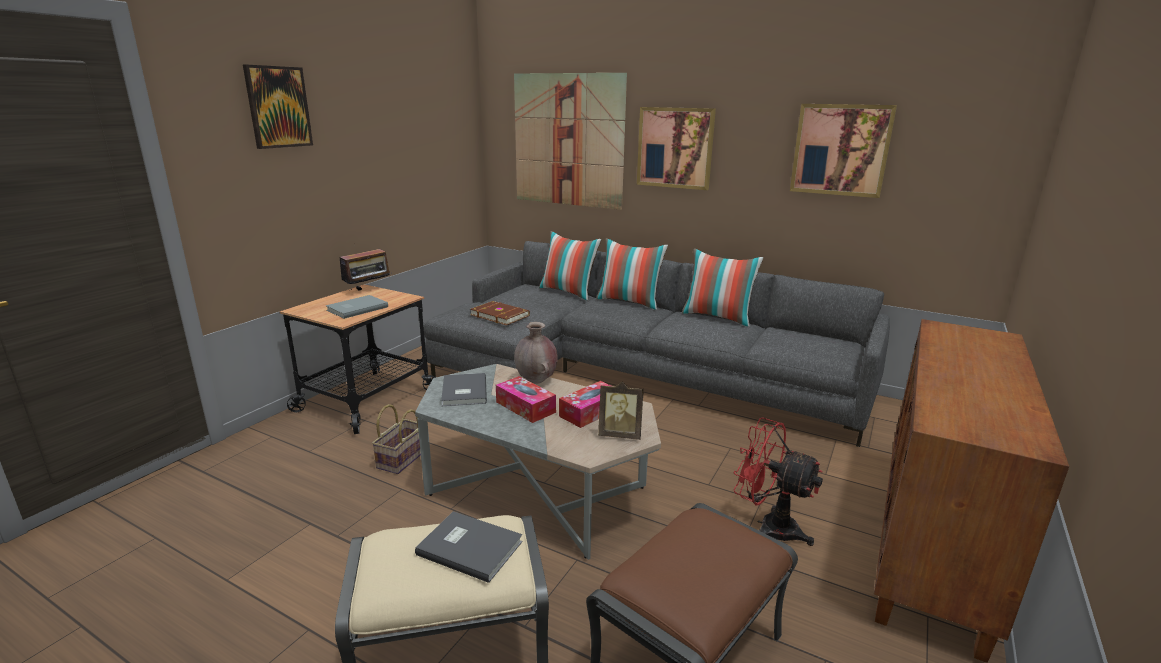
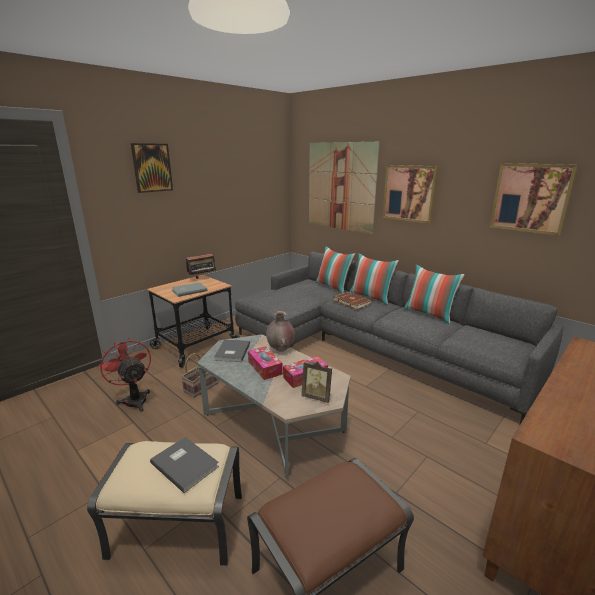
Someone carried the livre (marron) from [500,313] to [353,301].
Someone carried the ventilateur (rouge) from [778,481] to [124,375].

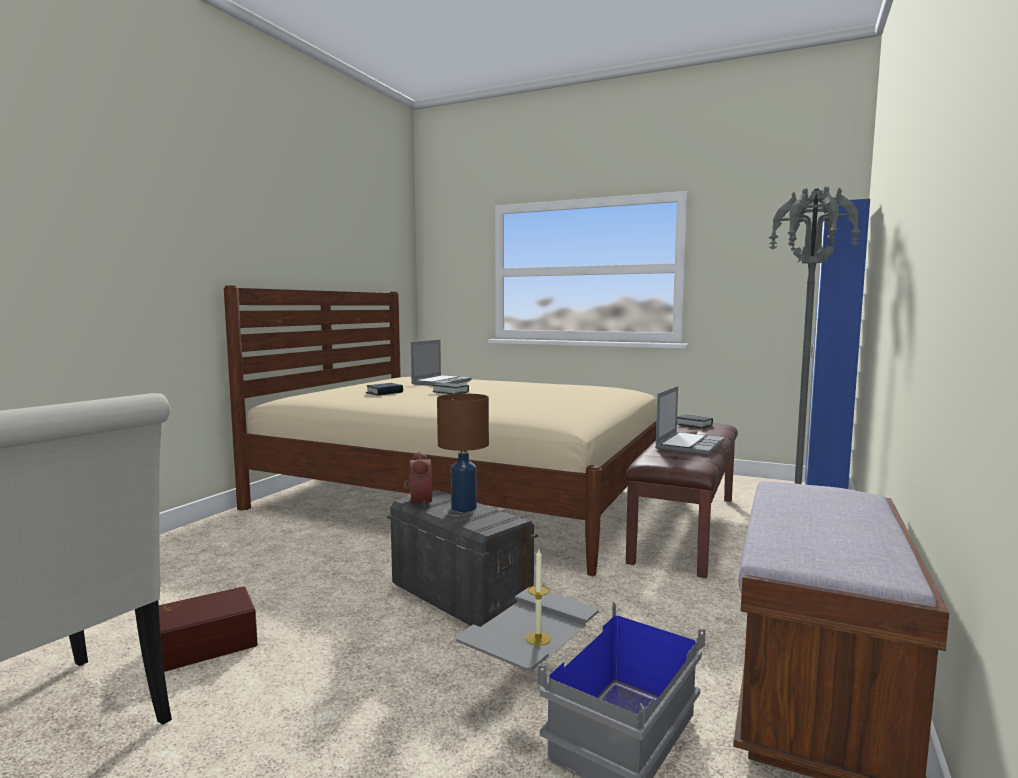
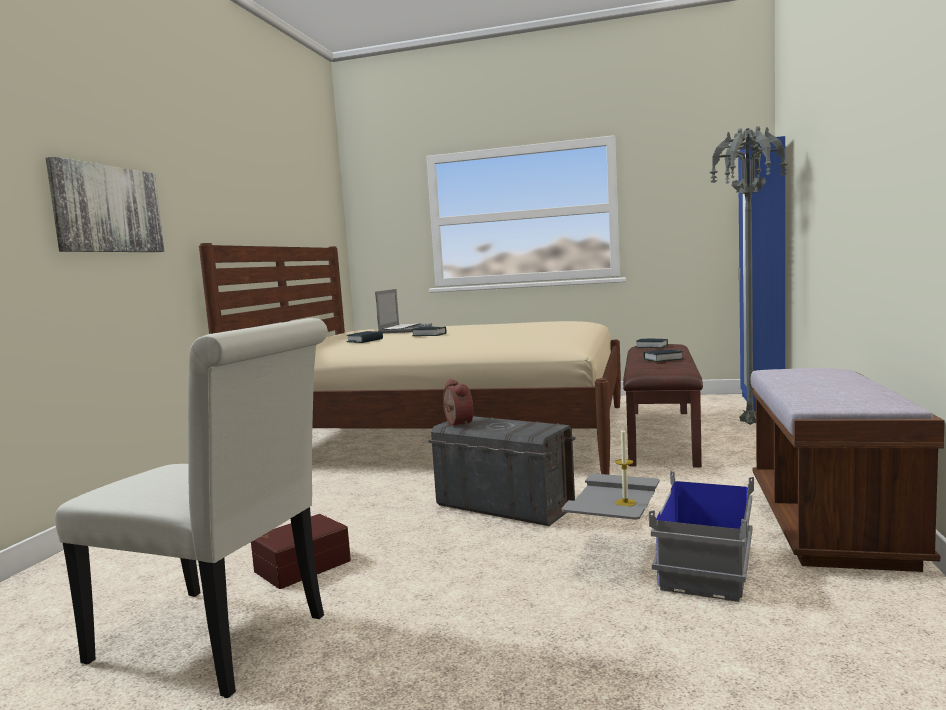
Someone swapped the ordinateur portable at [689,420] for the livre at [663,355].
Someone took away the lampe de table (marron) at [463,452].
Someone put up the tableau at [105,204].

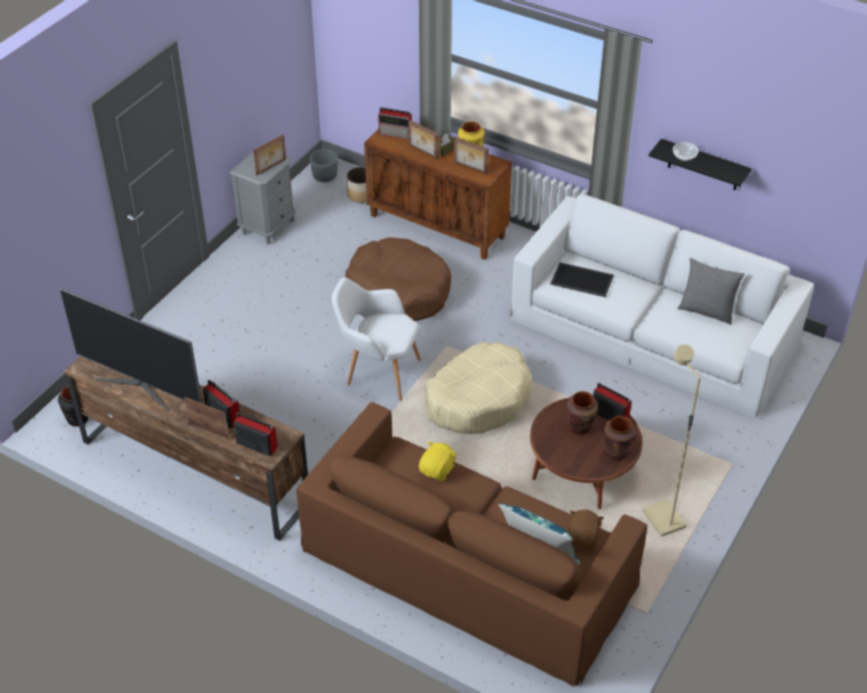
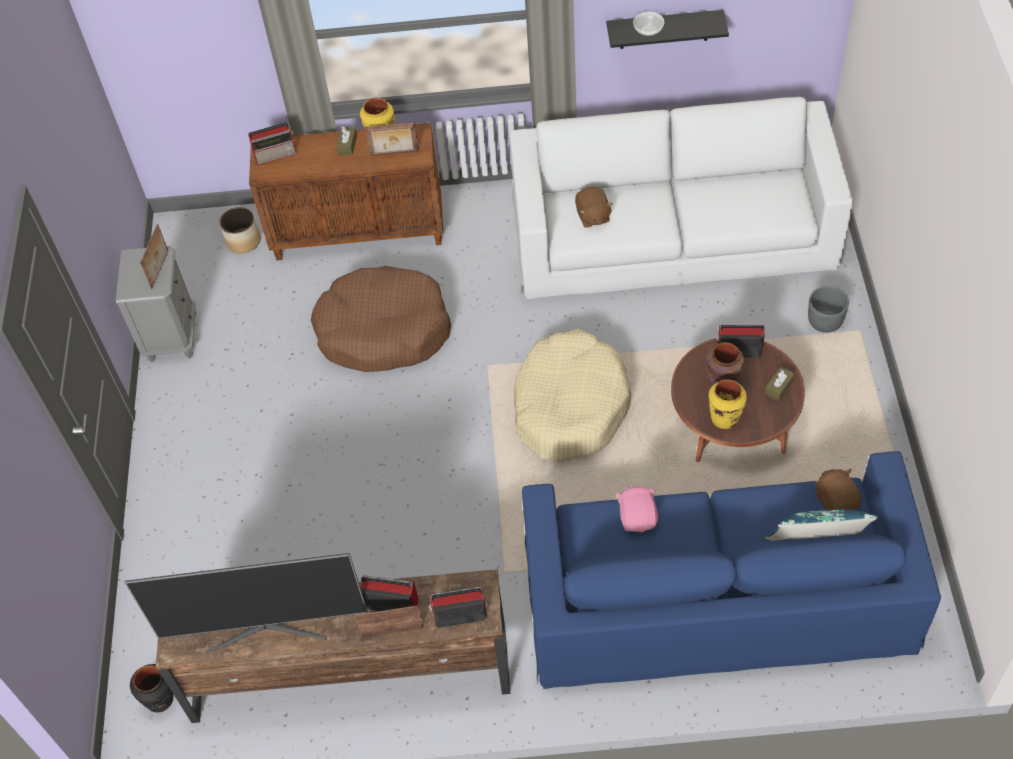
Someone took away the cadre photo at [423,139].
Someone carried the cache-pot (gris) from [324,165] to [828,309].
Someone took away the coussin (gris) at [711,291].
Someone swapped the plateau at [582,279] for the peluche (marron) at [594,207].
Someone took away the fauteuil (blanc) at [376,339].
Someone took away the lampadaire (beige) at [671,441].
Someone repainted the canapé (marron) at [472,544], which became the canapé (bleu) at [731,570].
Someone swapped the vase (marron) at [620,438] for the boîte à mouchoirs (marron) at [780,383].
Someone repainted the peluche (jaune) at [438,461], which became the peluche (rose) at [637,508].
Someone put down the vase (jaune) at [728,404].

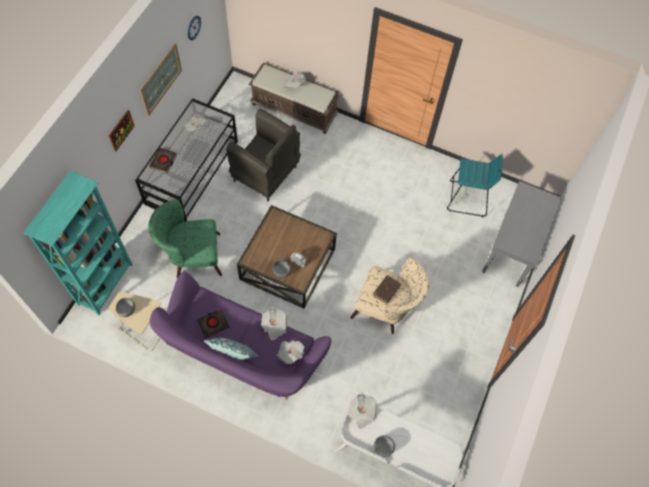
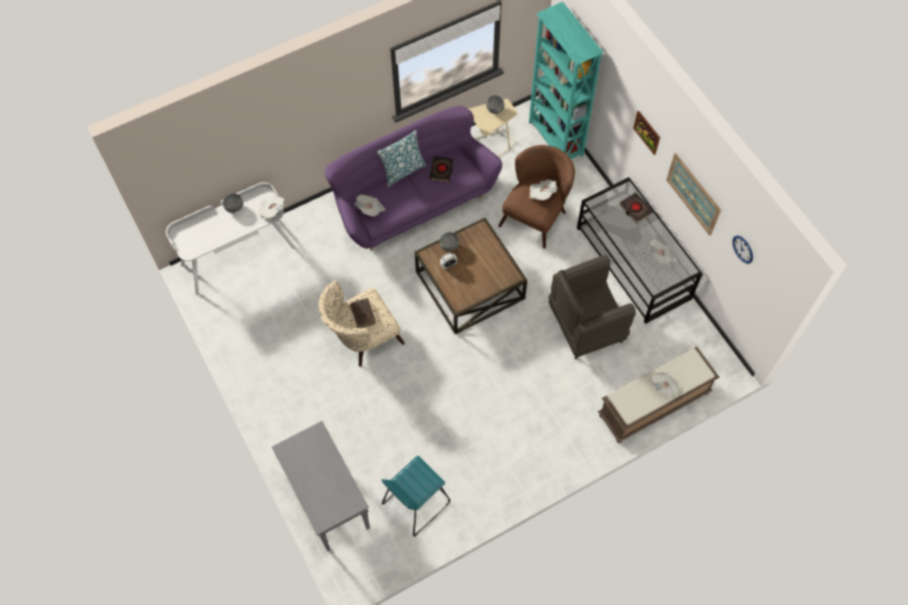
Someone repainted the fauteuil (vert) at [185,238], which became the fauteuil (marron) at [537,197].
Someone carried the journal from [274,323] to [543,189].

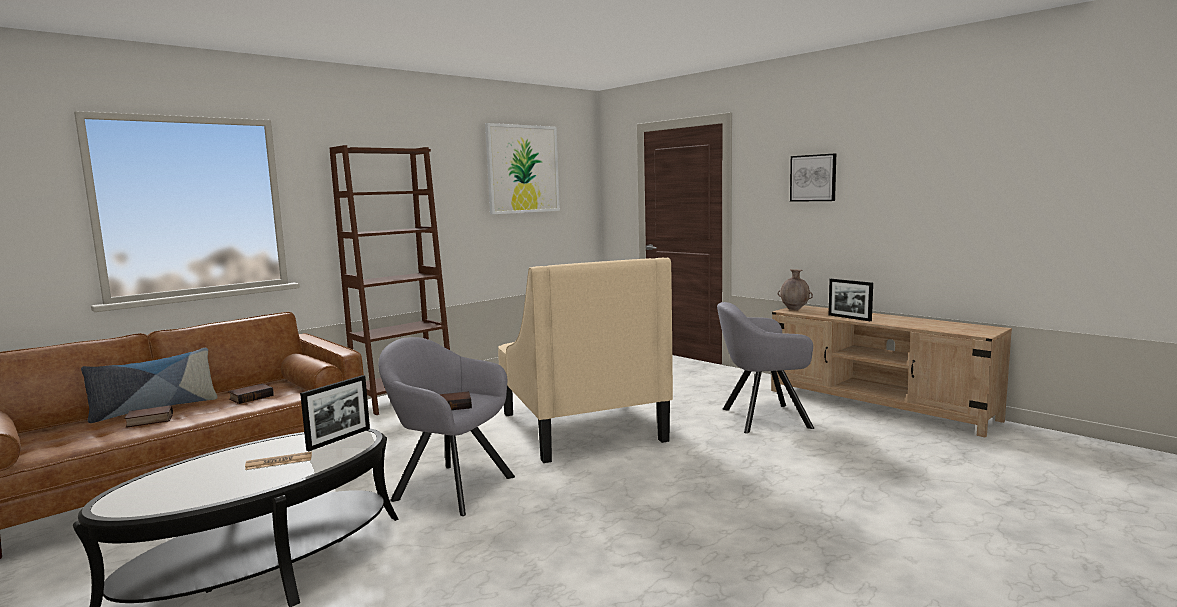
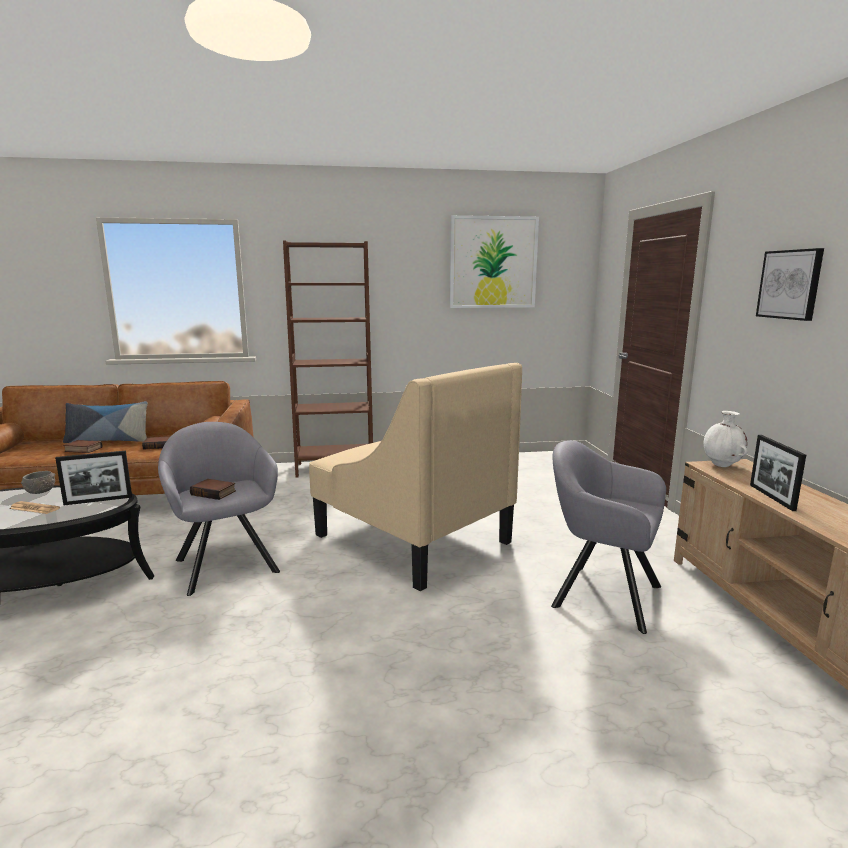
Someone rotated the fauteuil (beige) at [585,360] by 60 degrees counterclockwise.
Someone repainted the vase (marron) at [795,289], which became the vase (blanc) at [725,439].
Someone put down the bol (gris) at [38,482].

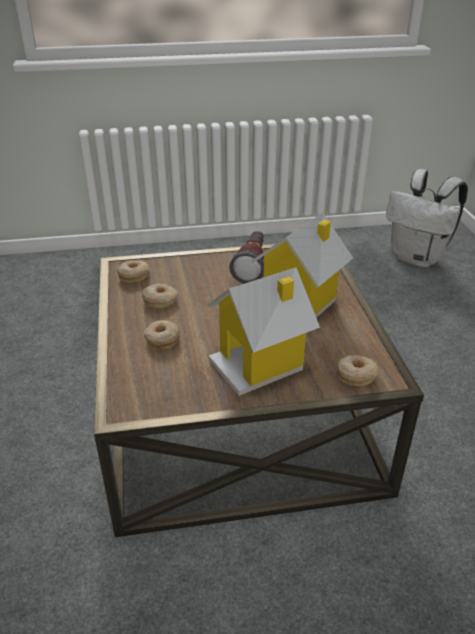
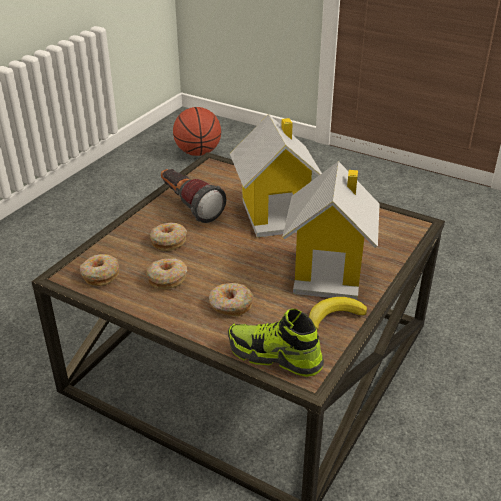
Someone swapped the sac à dos (blanc) at [427,218] for the ballon de basket at [197,131].
Someone carried the beignet from [357,370] to [168,237].
Someone put down the banane at [338,313].
Someone put down the chaussure at [276,343].

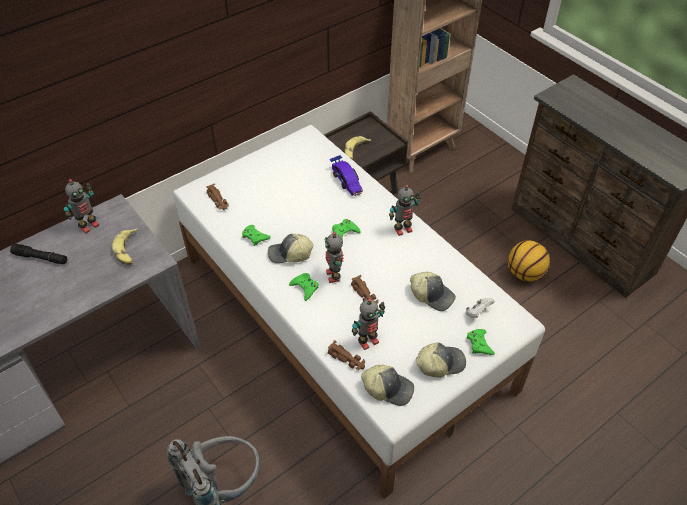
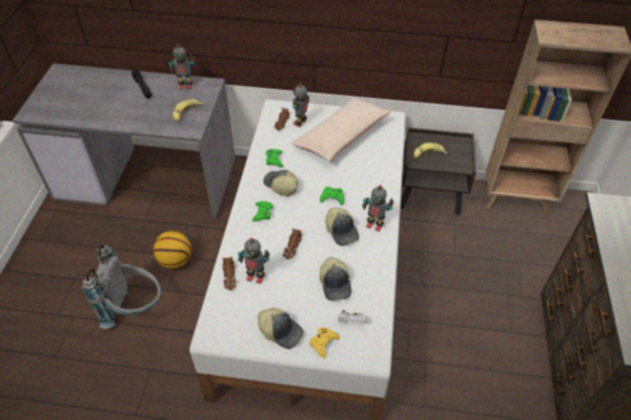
Someone took away the petite voiture at [346,175].
Someone carried the robot jouet from [334,257] to [301,105].
Someone carried the ballon de basket from [529,261] to [172,250].
Someone repainted the manette (vert) at [481,342], which became the manette (jaune) at [325,343].
Someone carried the casquette from [387,385] to [342,227].
Someone put down the coussin (beige) at [341,129].

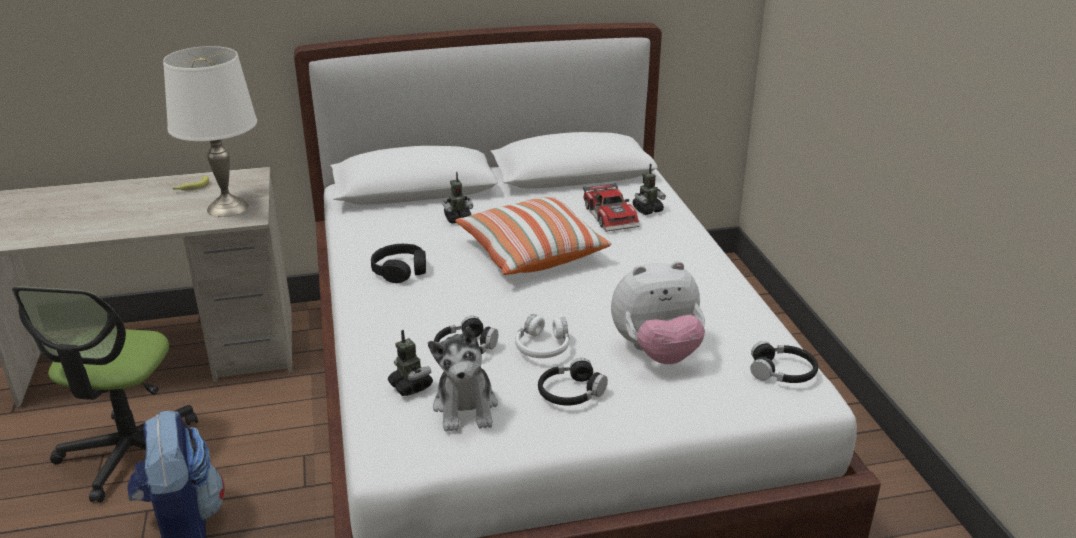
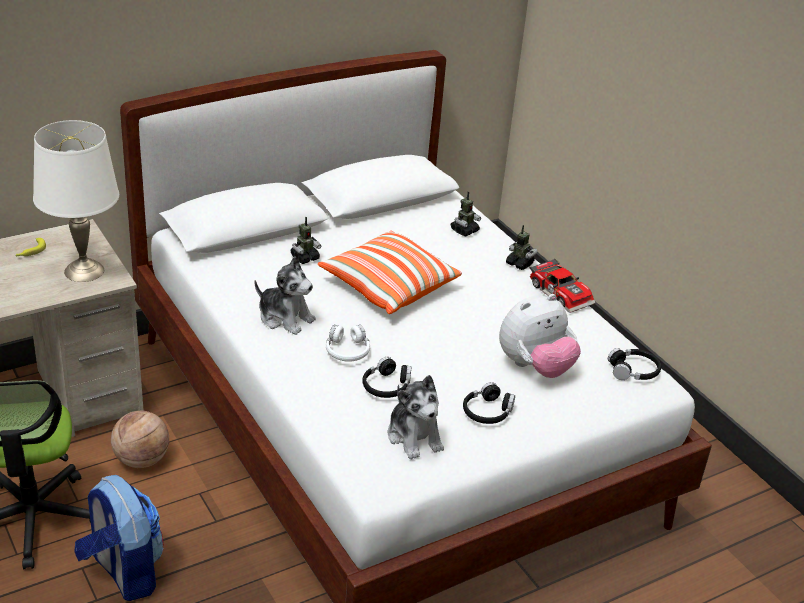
Someone carried the petite voiture from [611,207] to [562,285].
Someone swapped the casque audio (noir) at [398,263] for the peluche at [285,296].
Someone carried the casque audio (blanc) from [542,336] to [348,343].
Someone carried the robot jouet from [410,363] to [521,247].
Someone put down the ballon de basket at [140,439].

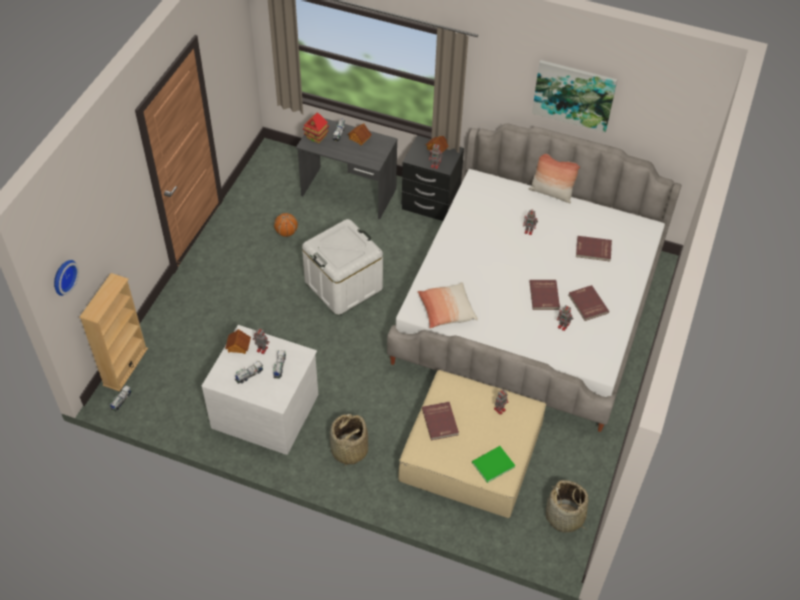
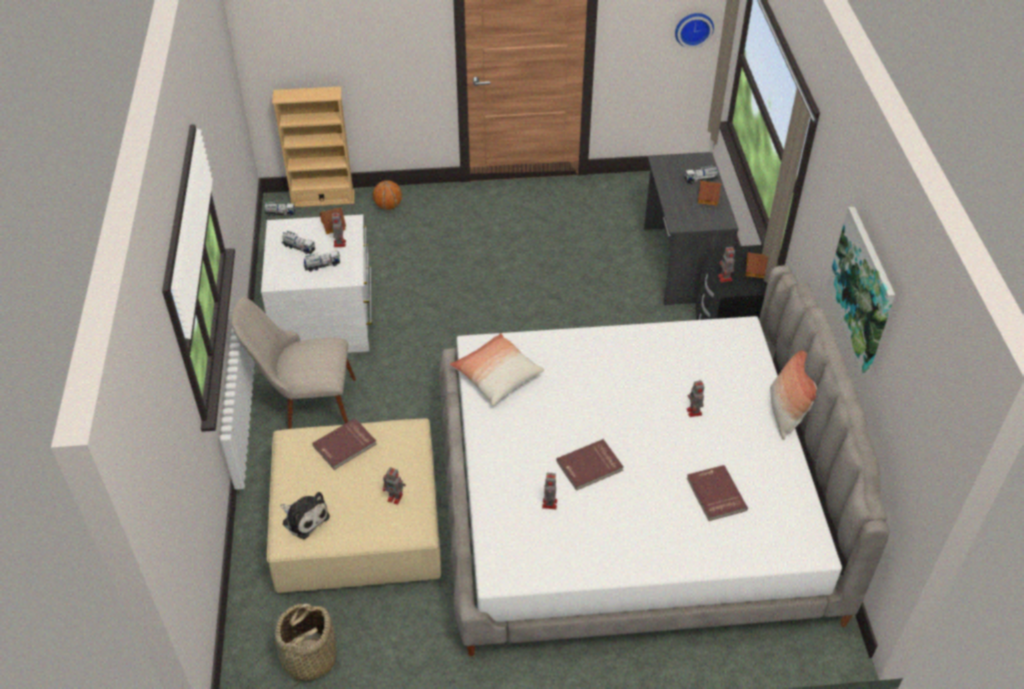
Someone took away the maison miniature at [316,127].
Someone carried the ballon de basket from [286,225] to [387,195].
Someone took away the boîte de rangement (blanc) at [342,267].
Someone carried the horloge murale from [66,278] to [694,30].
Someone took away the livre (rouge) at [588,303].
Someone swapped the panier at [349,440] for the chaise (beige) at [294,363].
Someone swapped the livre (vert) at [494,464] for the peluche at [305,515].

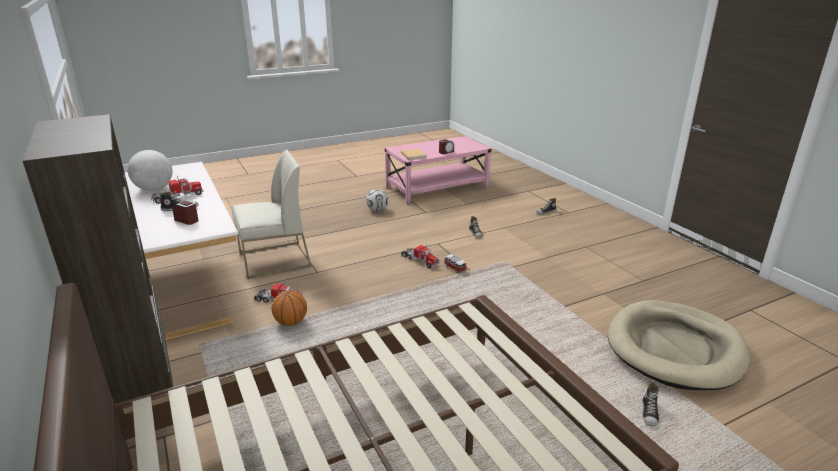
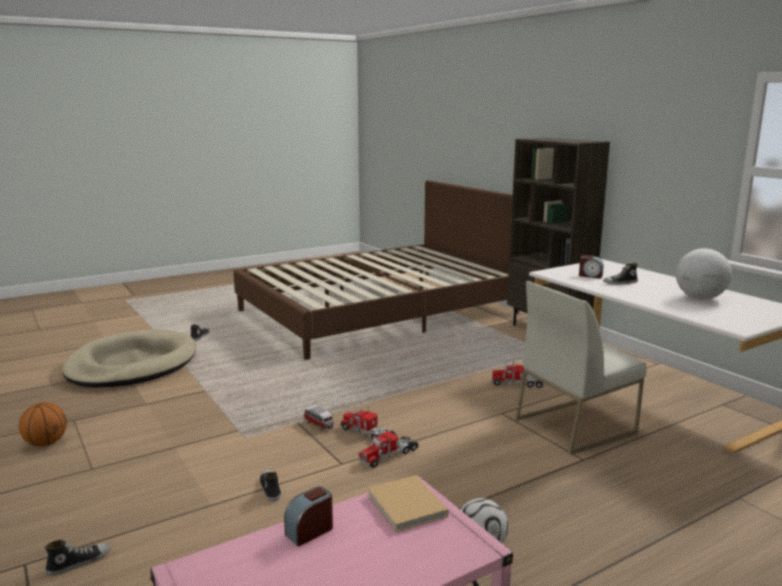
Someone carried the camion jouet from [176,189] to [388,449].
Someone carried the ballon de basket from [289,308] to [43,424].

